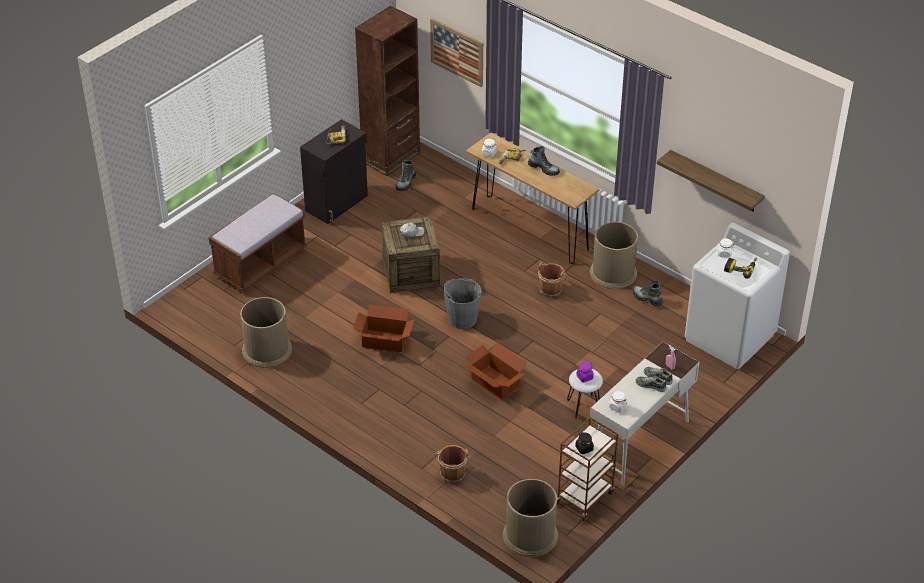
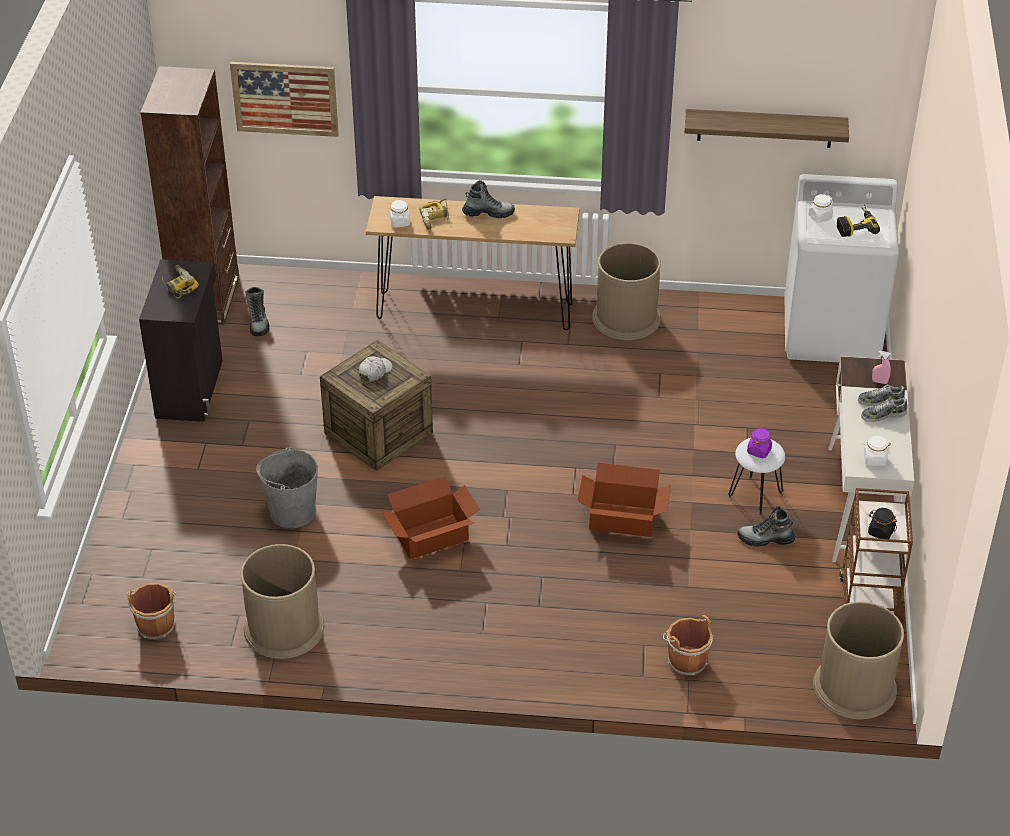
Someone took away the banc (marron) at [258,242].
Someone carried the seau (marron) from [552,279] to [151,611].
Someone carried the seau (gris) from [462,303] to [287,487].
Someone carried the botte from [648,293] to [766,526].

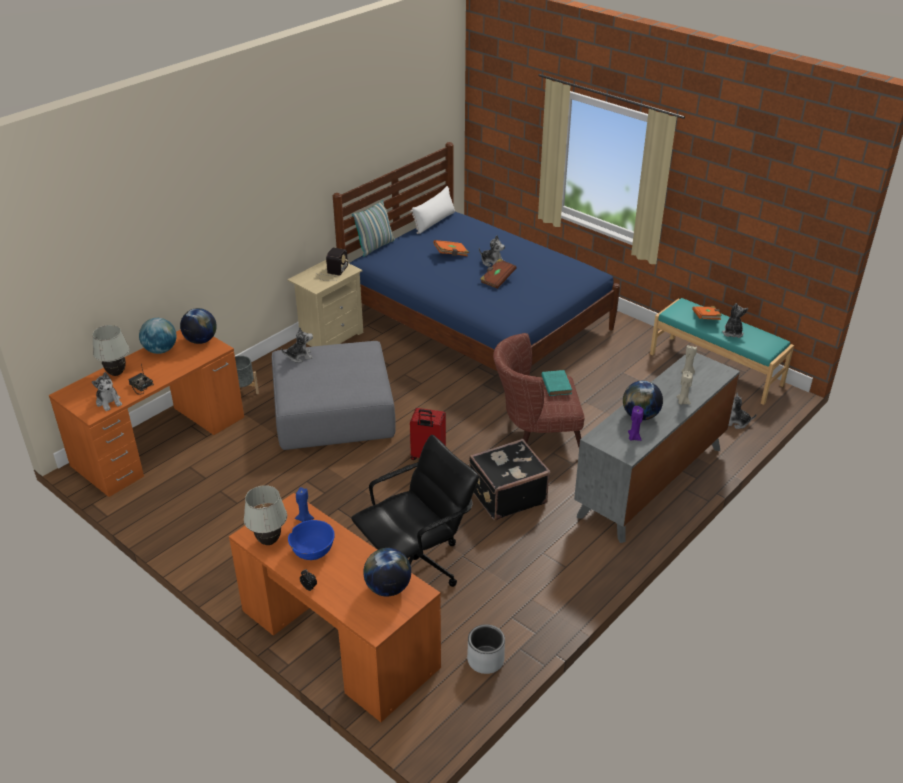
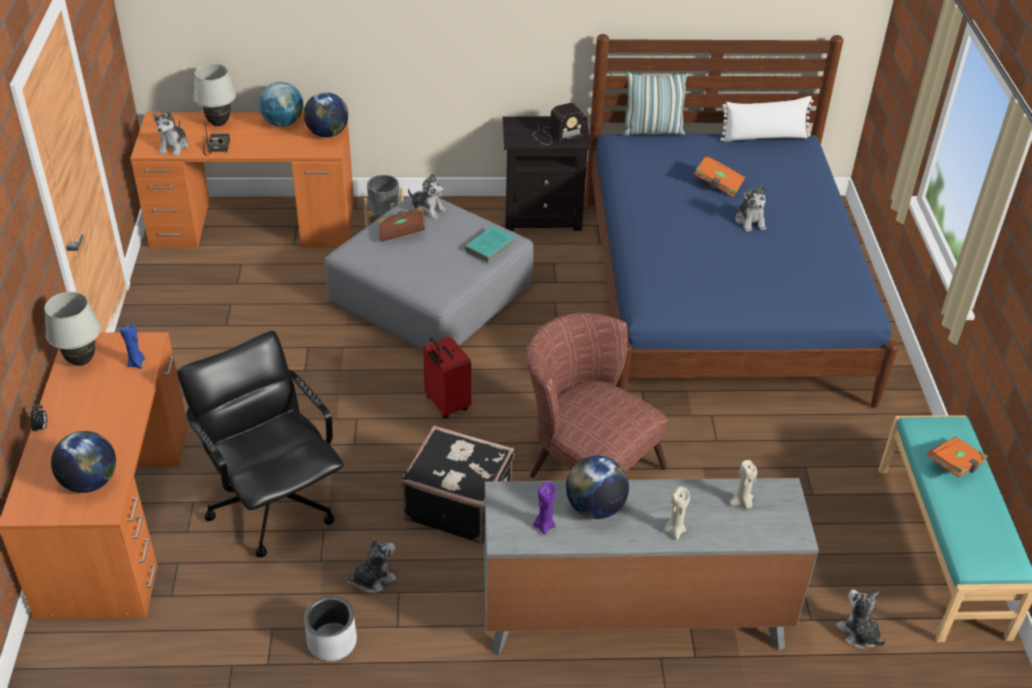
Someone carried the livre (marron) from [498,274] to [402,224].
Someone repainted the table de chevet (beige) at [325,303], which became the table de chevet (noir) at [547,173].
Someone carried the peluche from [735,320] to [371,566].
Someone carried the livre (turquoise) from [556,383] to [489,244].
Someone rotated the chaise de bureau (noir) at [415,511] by 135 degrees counterclockwise.
Someone took away the bol (bleu) at [311,540].
Someone carried the cache-pot (gris) from [486,649] to [330,628].

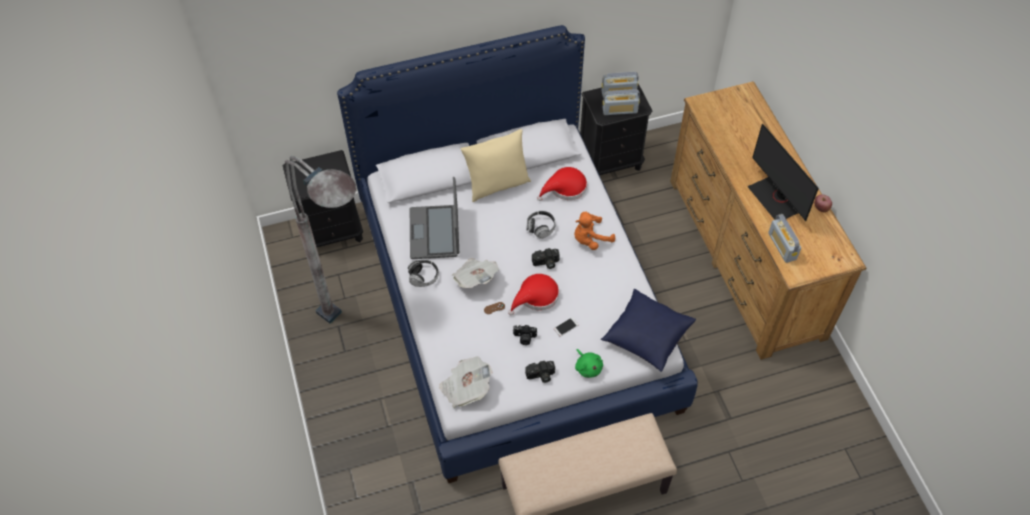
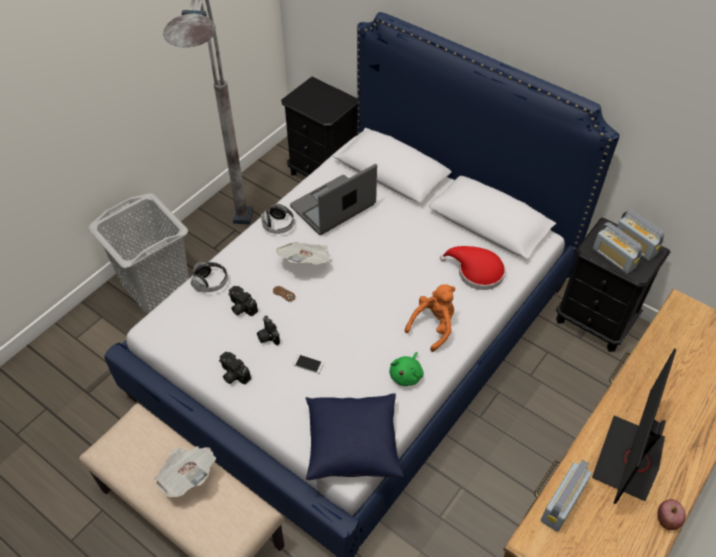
Someone took away the coussin (beige) at [496,165].
Someone carried the casque audio from [541,225] to [209,277].
Someone rotated the peluche (orange) at [594,231] by 105 degrees clockwise.
Someone carried the appareil photo from [546,258] to [243,301].
Someone took away the chapeau (rouge) at [533,294].
Someone carried the peluche (vert) from [589,363] to [406,369].
Someone carried the journal from [465,382] to [185,471].
Someone put down the panier à linge (gris) at [138,253].

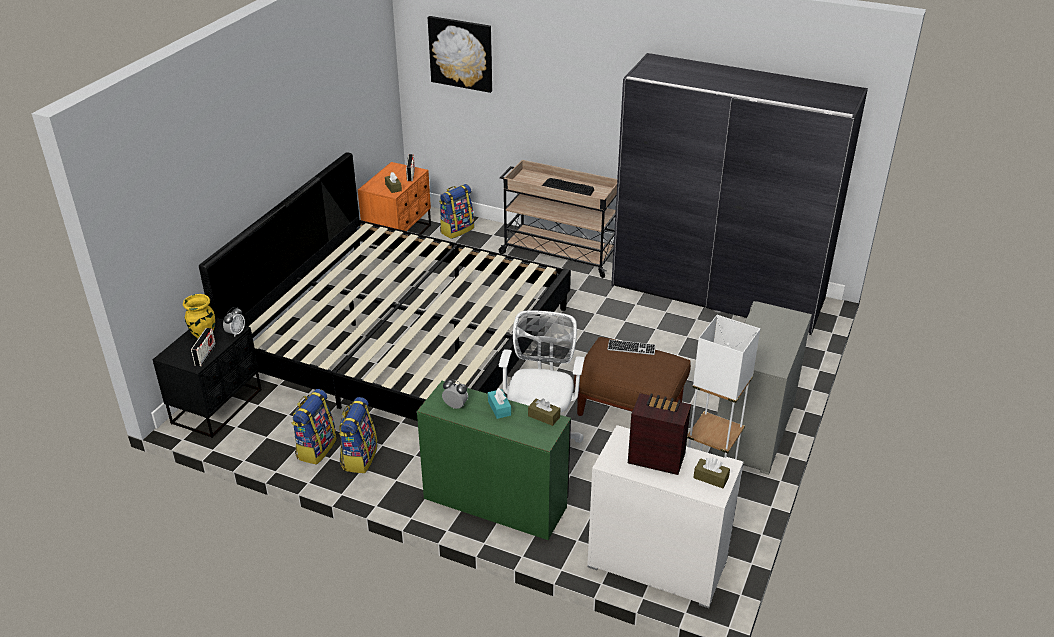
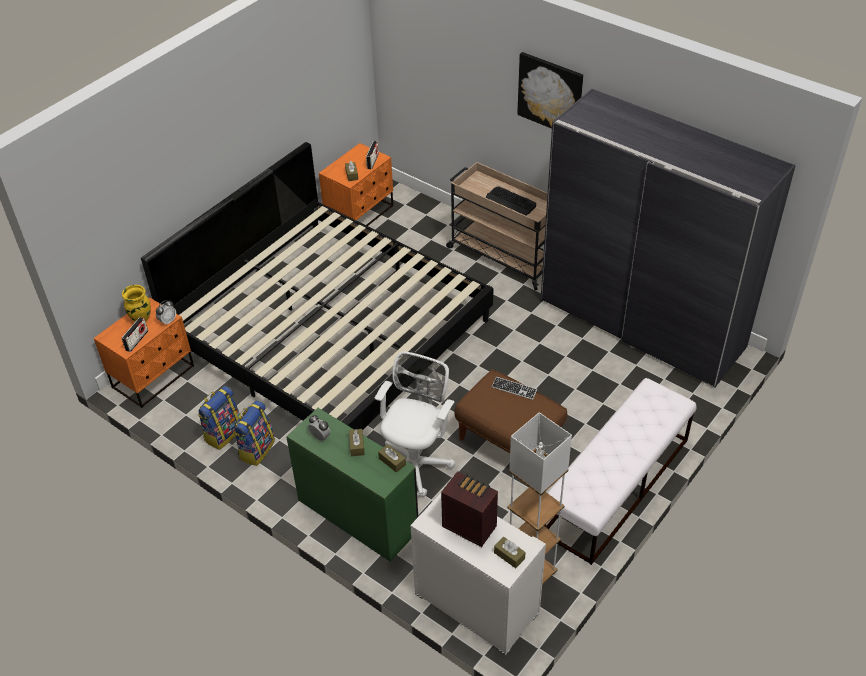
Someone carried the tableau from [460,54] to [550,90].
Someone took away the sac à dos at [456,211].
Someone swapped the commode (gris) at [762,388] for the banc (blanc) at [620,471].
Someone repainted the table de chevet (noir) at [207,377], which became the table de chevet (orange) at [144,352].
Someone repainted the boîte à mouchoirs (turquoise) at [499,403], which became the boîte à mouchoirs (marron) at [357,442].

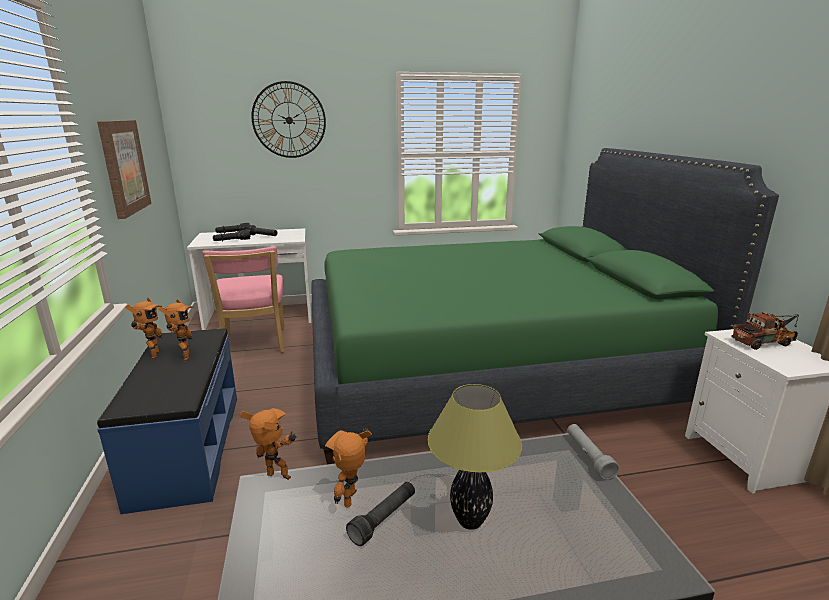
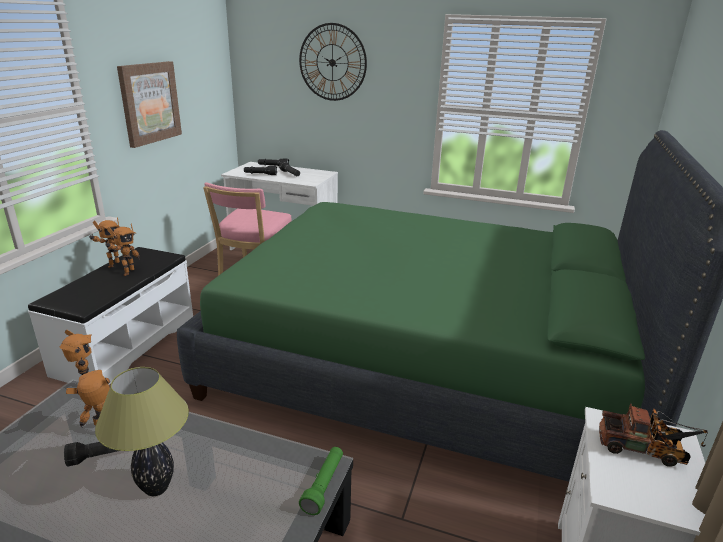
Someone repainted the banc (bleu) at [167,421], which became the banc (blanc) at [110,316].
Someone repainted the lampe de poche (gris) at [593,452], which became the lampe de poche (vert) at [321,481].

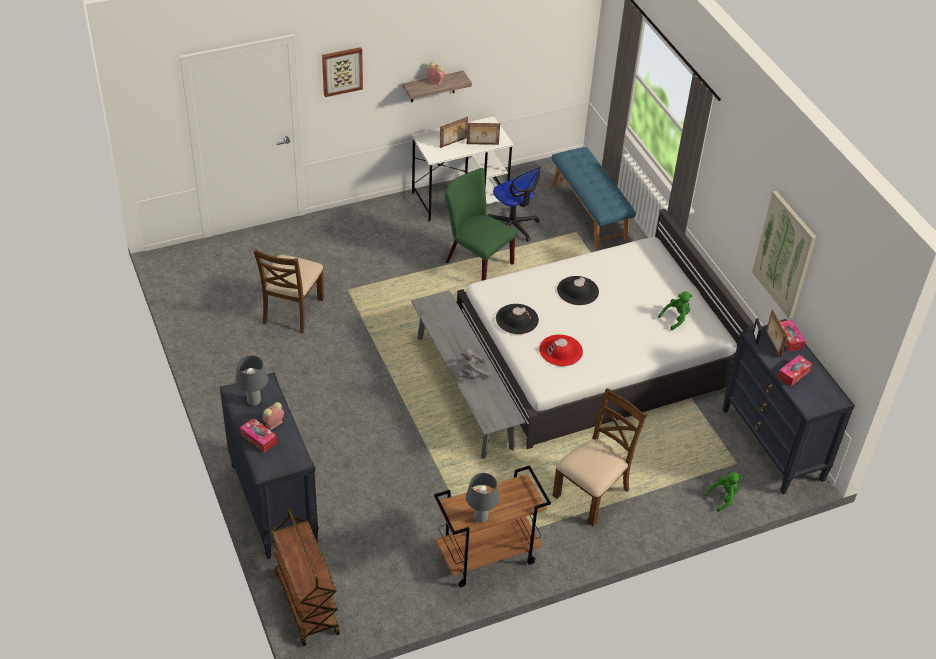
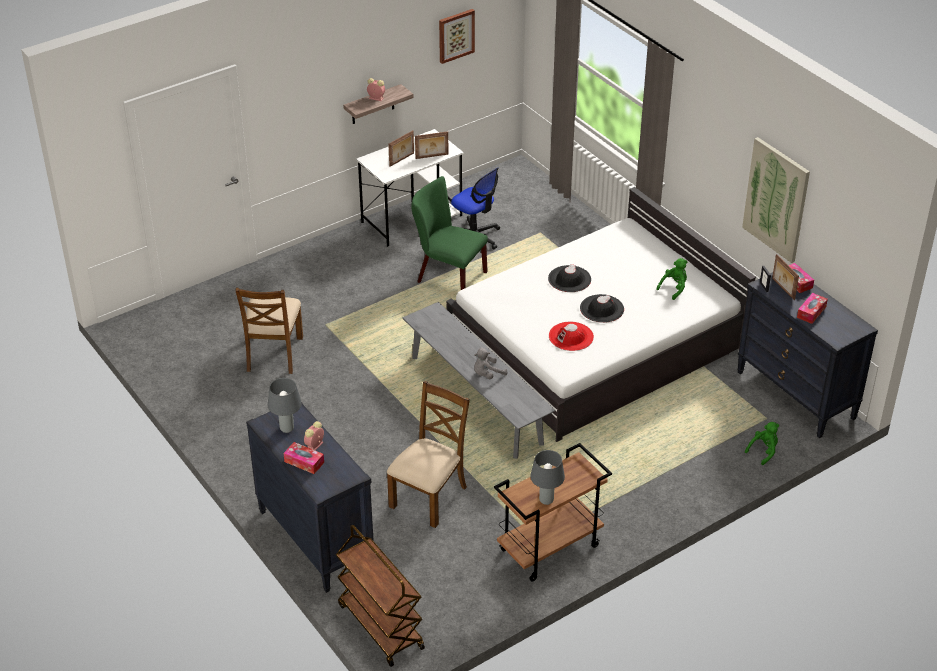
Someone carried the tableau from [342,72] to [457,36].
Someone took away the banc (bleu) at [594,198].
Someone carried the chapeau (noir) from [517,319] to [602,308].
Someone carried the chaise (marron) from [599,457] to [428,454].

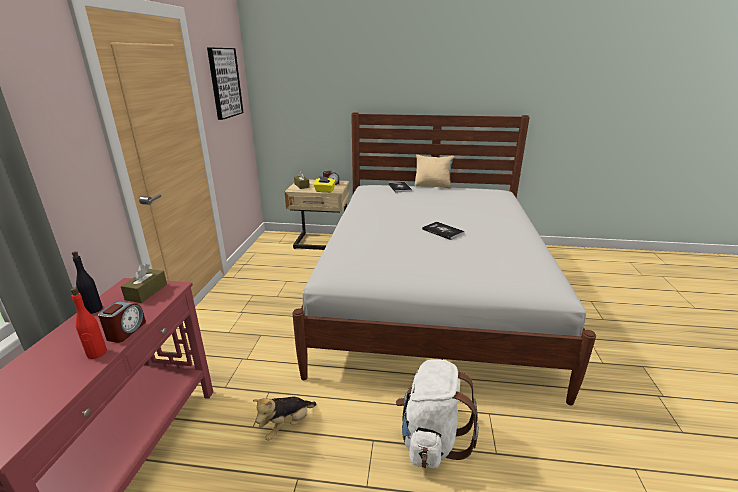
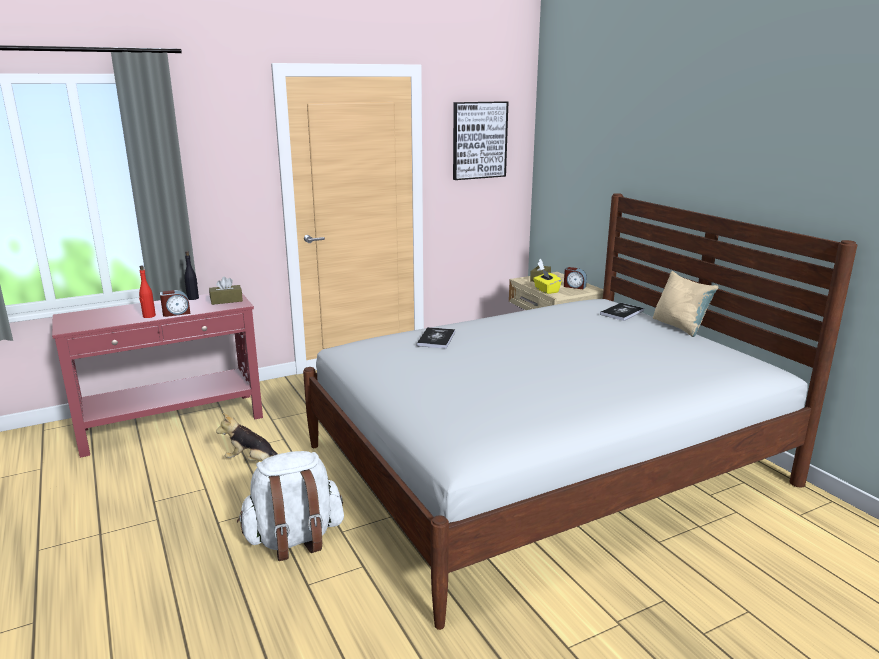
Someone carried the livre from [443,230] to [436,338].

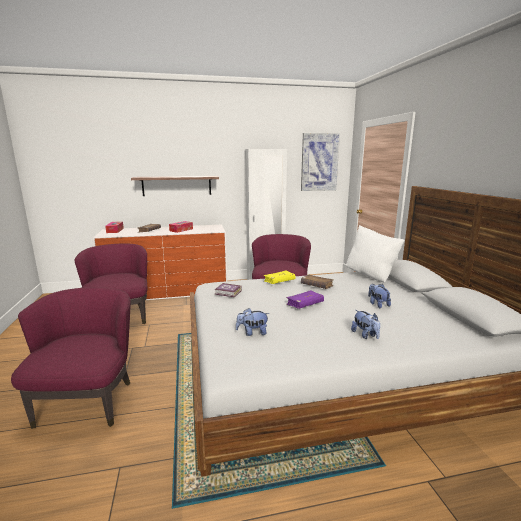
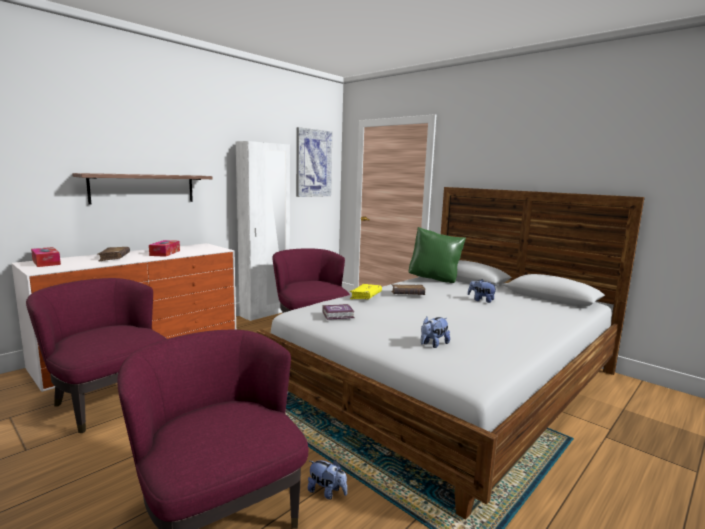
Someone repainted the coussin (blanc) at [375,253], which became the coussin (vert) at [437,255].
Someone took away the livre (violet) at [305,299].
Someone carried the peluche from [365,324] to [327,479].

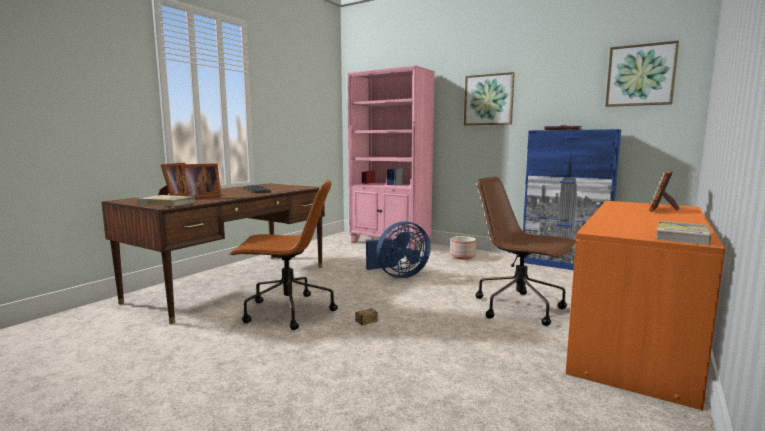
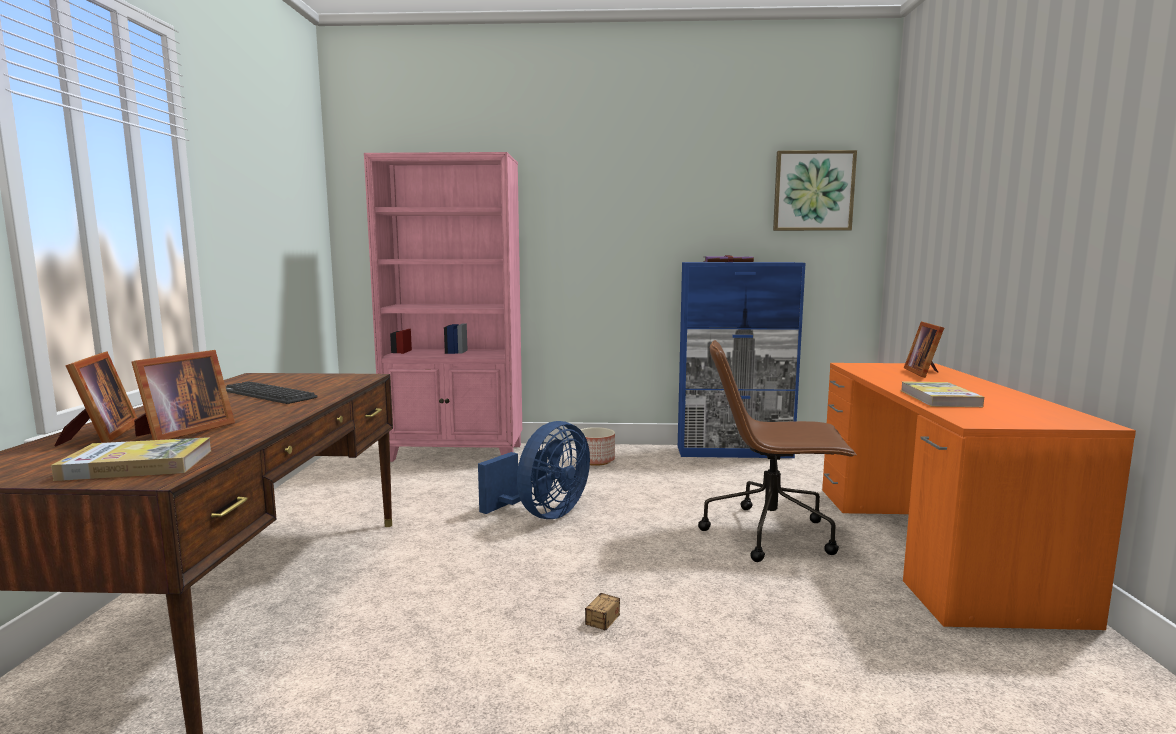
Someone took away the tableau at [489,98].
Someone took away the chaise de bureau (marron) at [283,254].
Someone carried the livre from [683,233] to [942,394].

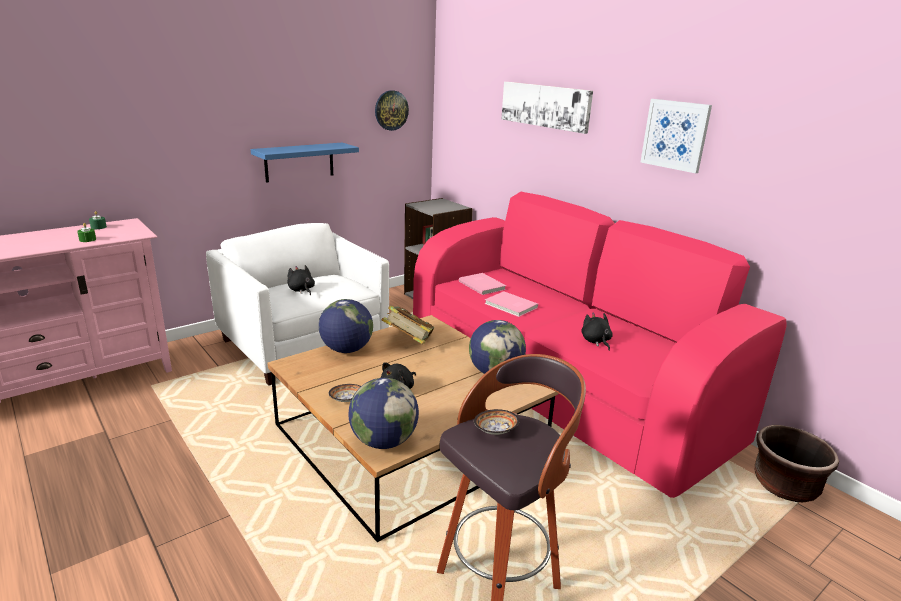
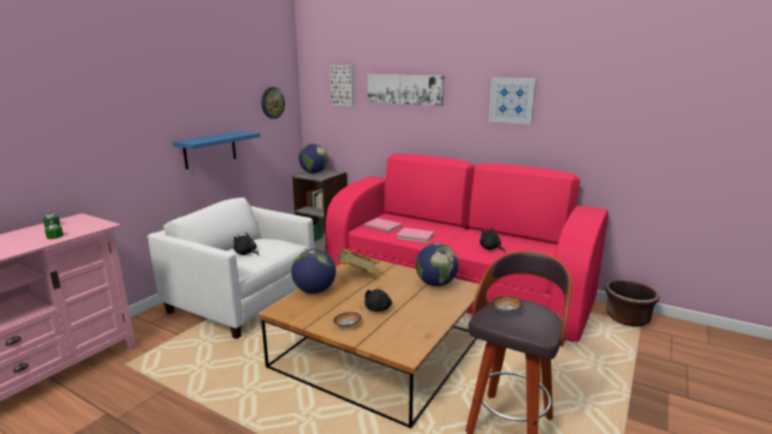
Someone carried the globe from [383,413] to [313,158].
Someone put up the tableau at [342,85].

